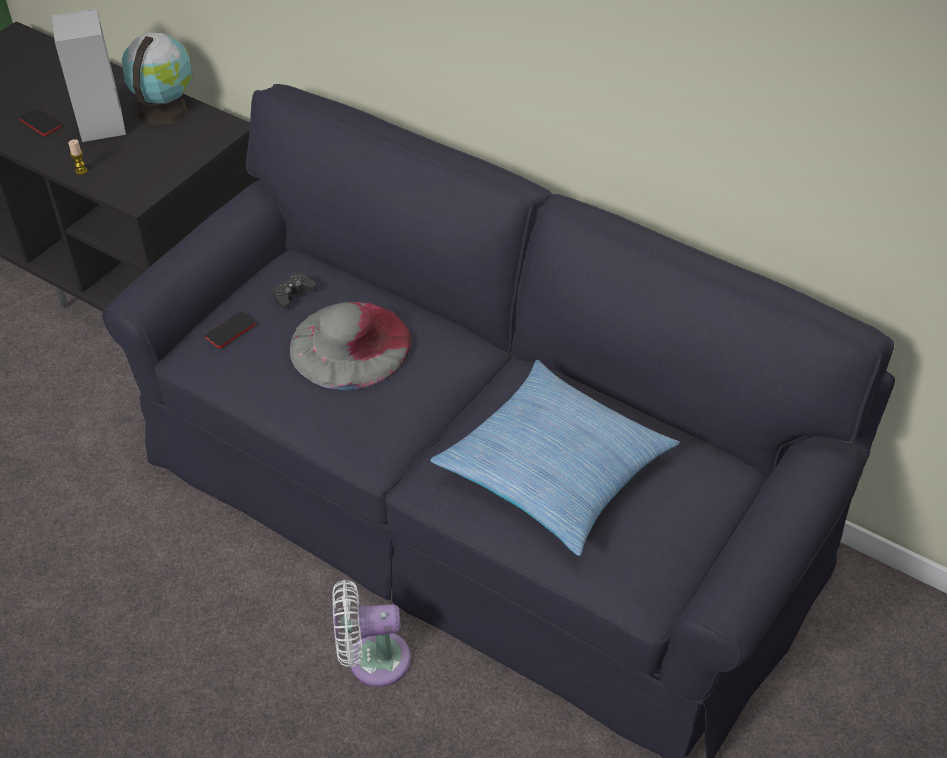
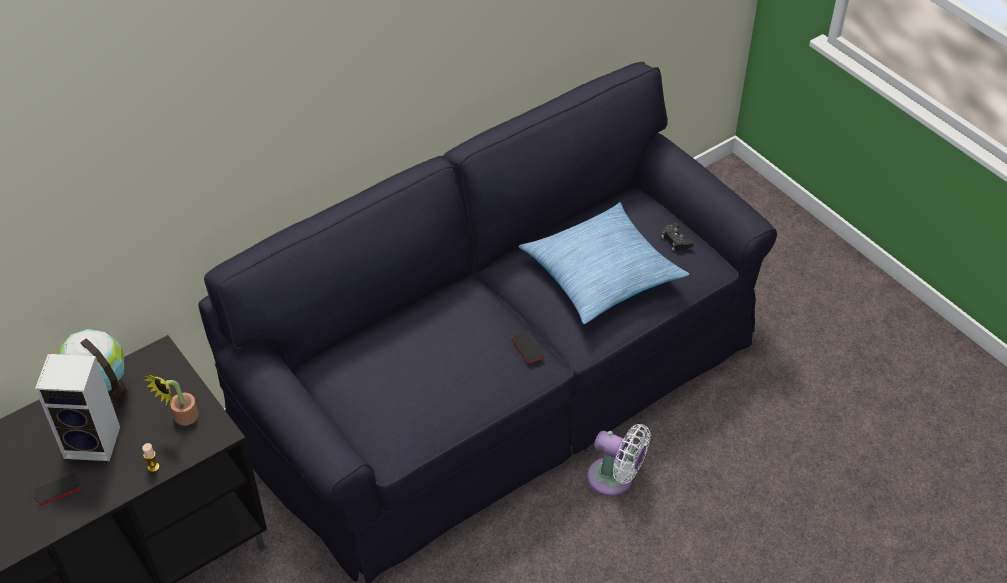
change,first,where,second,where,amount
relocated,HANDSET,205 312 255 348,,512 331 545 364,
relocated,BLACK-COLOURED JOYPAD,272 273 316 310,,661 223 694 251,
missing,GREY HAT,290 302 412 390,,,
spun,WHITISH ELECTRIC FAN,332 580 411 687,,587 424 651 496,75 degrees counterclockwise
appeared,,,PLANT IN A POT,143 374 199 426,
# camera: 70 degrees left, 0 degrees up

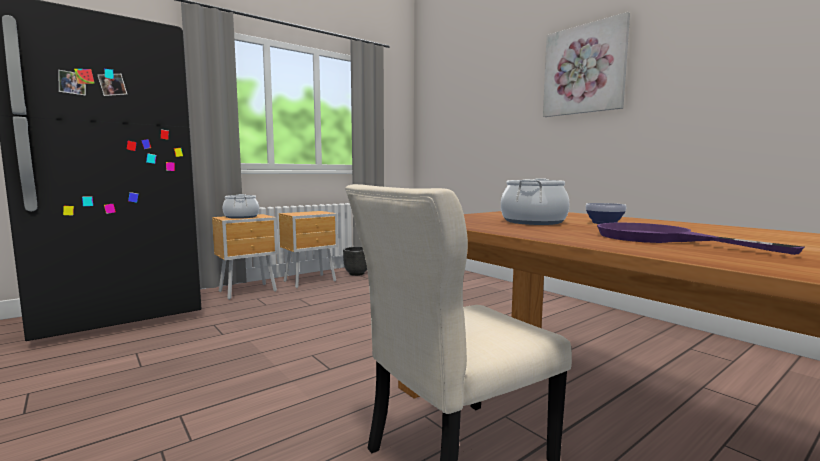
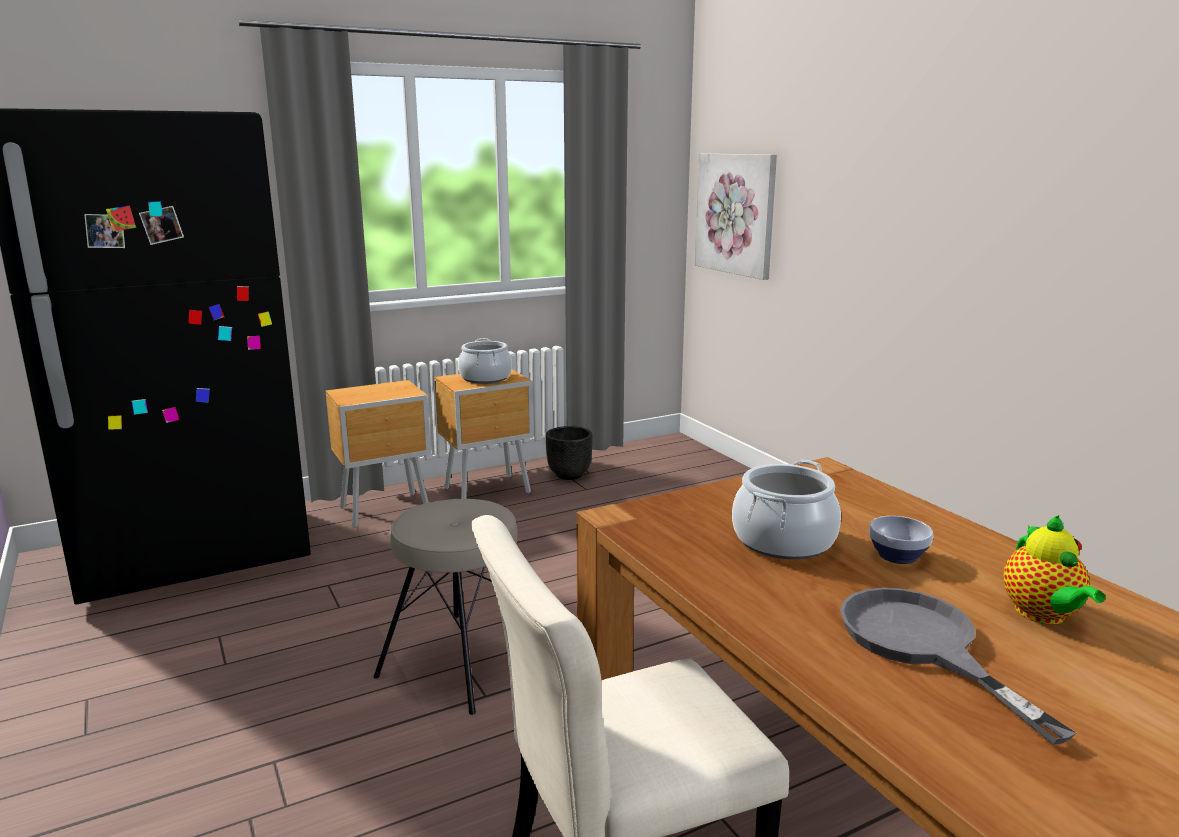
change,first,where,second,where,amount
relocated,SAUCEPOT,223 194 259 219,,458 338 512 384,
relocated,PICTURE,543 12 630 117,,695 153 777 280,
colour,PURPLE FRYING PAN,597 223 804 255,GREY FRYING PAN,840 588 1076 745,
appeared,,,BEIGE SITTING STOOL,373 499 517 715,
appeared,,,TEA POT,1003 515 1106 625,
# camera: 10 degrees right, 10 degrees up

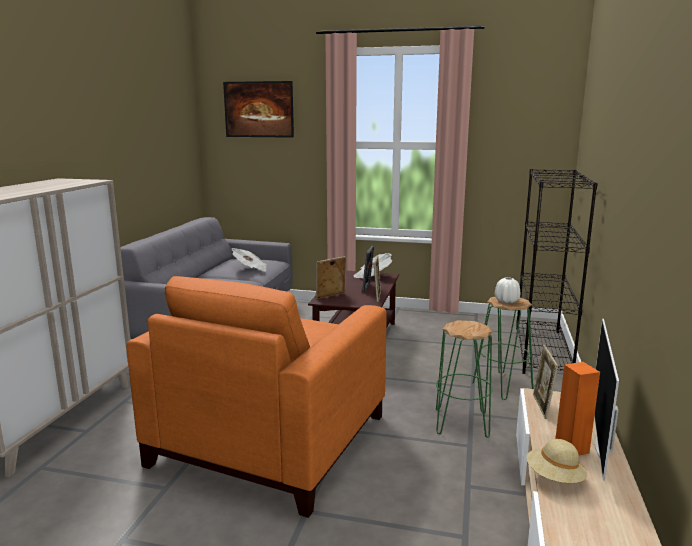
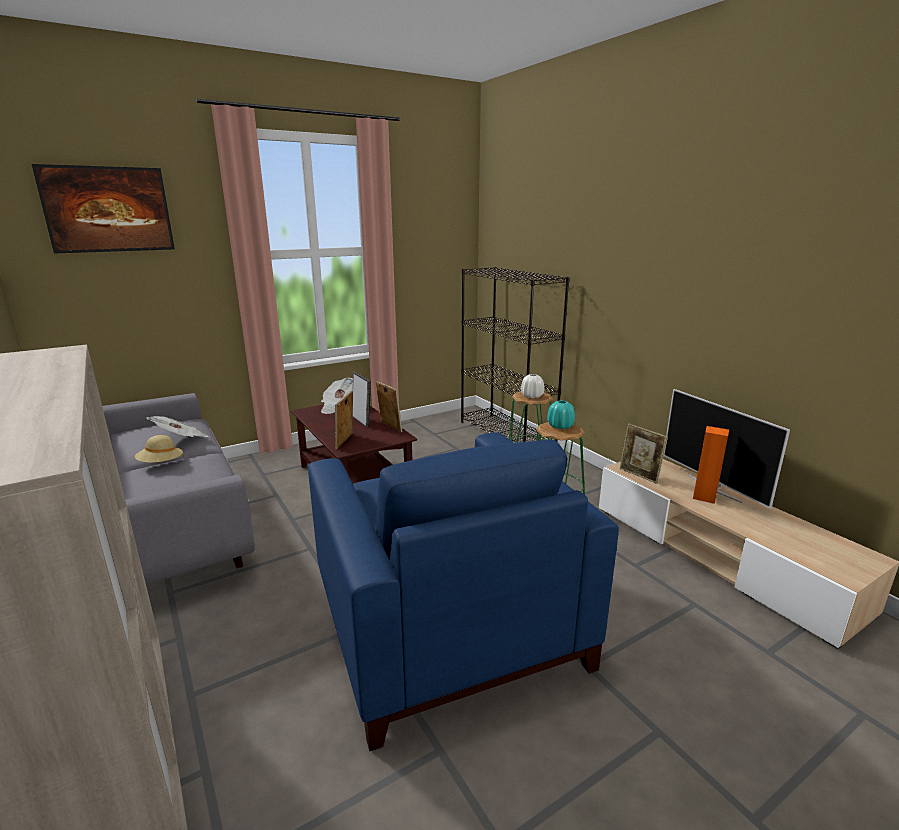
change,first,where,second,where,amount
colour,ORANGE EASY CHAIR,126 276 387 518,BLUE-COLOURED EASY CHAIR,308 432 619 751,
relocated,BEIGE HAT,526 439 587 483,,135 435 184 463,
appeared,,,BLUE-GREEN VASE,547 400 575 429,
# camera: 45 degrees left, 5 degrees up

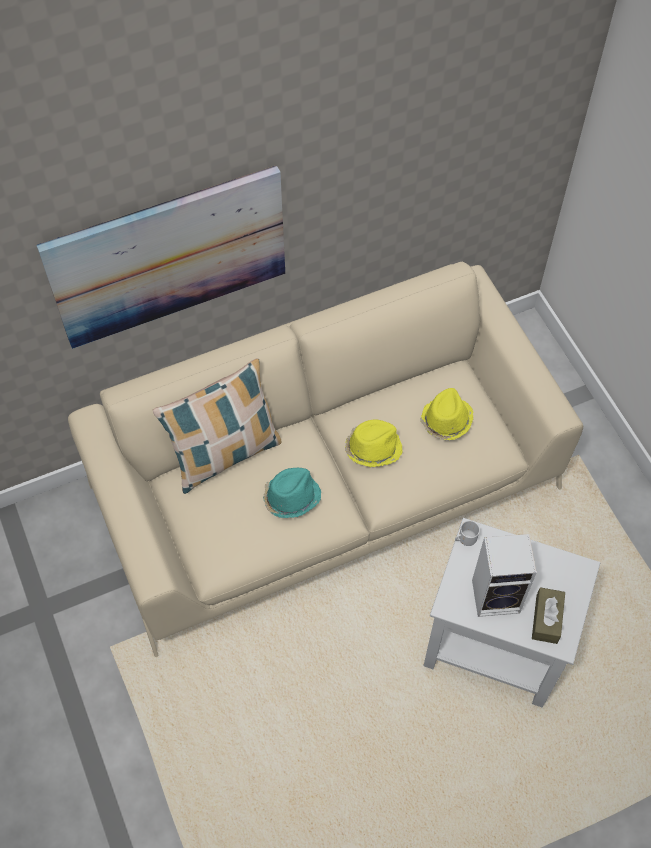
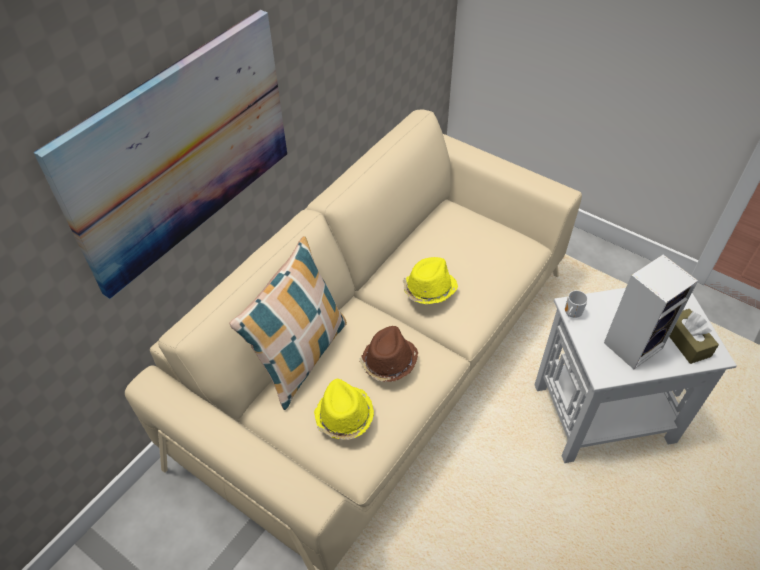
change,first,where,second,where,amount
colour,BLUE-GREEN HAT,263 468 321 518,BROWN HAT,359 326 418 382,
relocated,YELLOWISH HAT,420 388 473 440,,314 379 374 440,
# camera: 30 degrees left, 10 degrees down

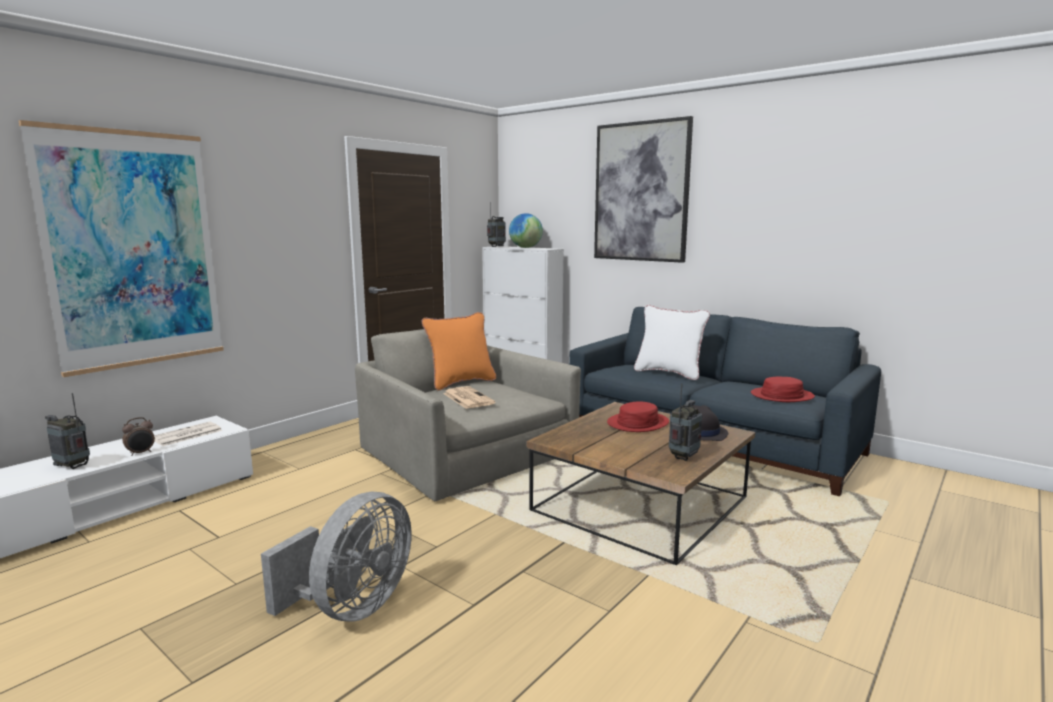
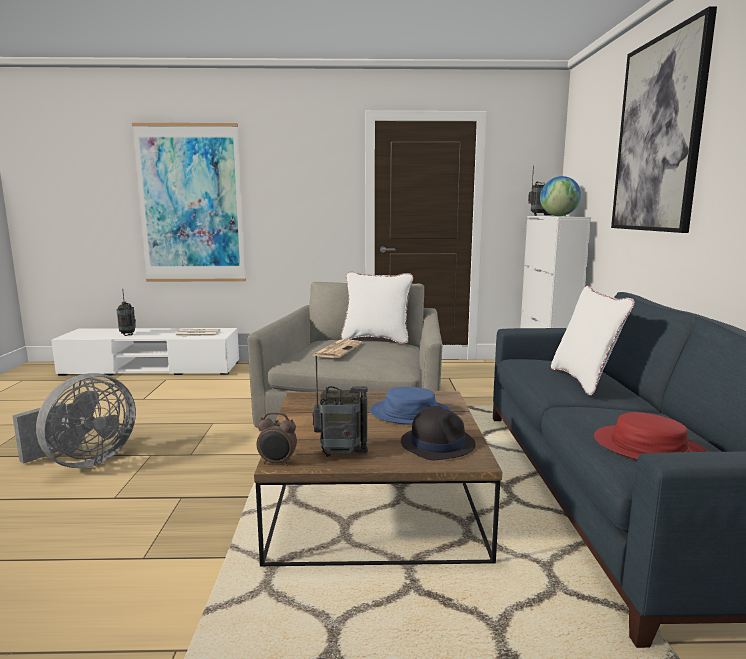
change,first,where,second,where,amount
relocated,TABLE CLOCK,122 417 155 456,,256 412 297 466,
spun,GREY ELECTRIC FAN,261 491 412 622,,12 373 136 468,45 degrees counterclockwise
colour,ORANGE CUSHION,421 312 496 391,WHITISH CUSHION,341 271 413 344,
colour,RED HAT,607 401 669 432,BLUE-COLOURED HAT,370 387 451 424,
# camera: 50 degrees right, 0 degrees up

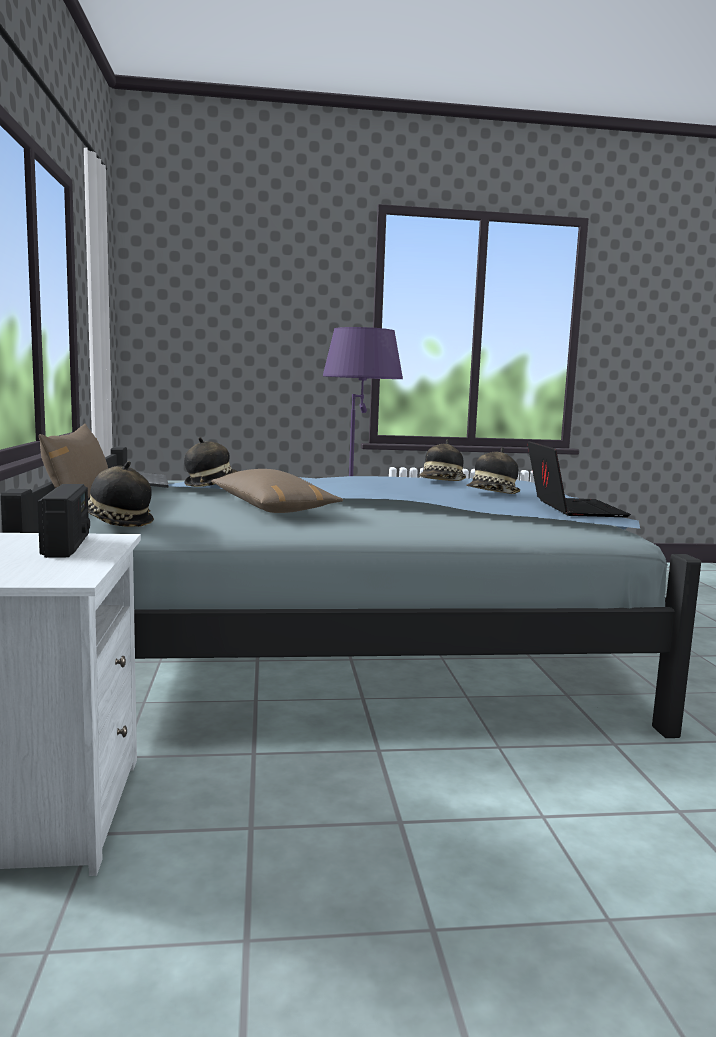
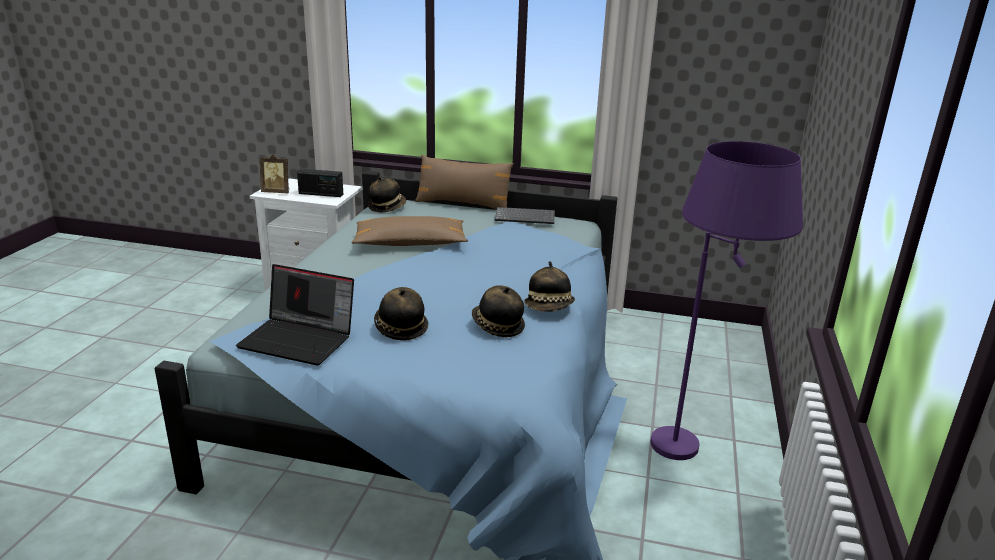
change,first,where,second,where,amount
relocated,HAT,184 437 238 487,,524 261 575 312,
appeared,,,STANDING FRAME,260 154 289 193,
# camera: 110 degrees right, 15 degrees up

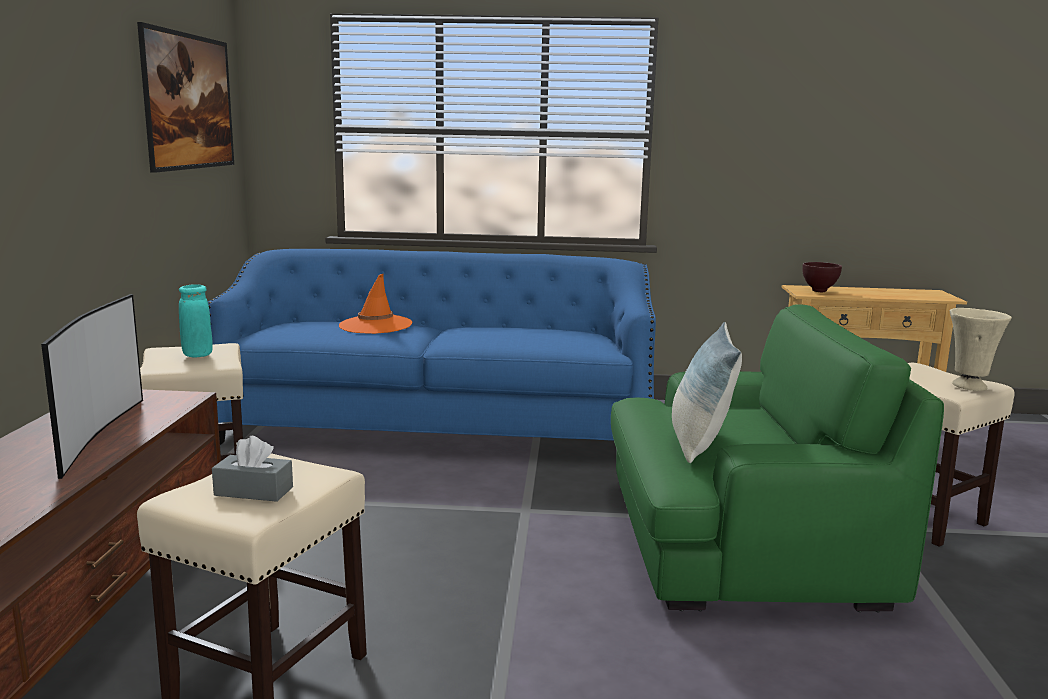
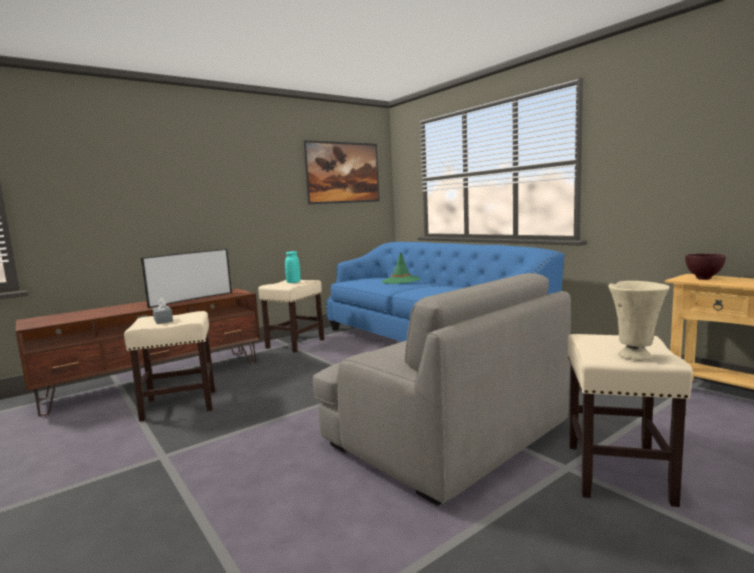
change,first,where,second,where,amount
colour,ORANGE HAT,339 273 413 334,GREENISH HAT,382 253 420 284,
colour,GREENISH EASY CHAIR,611 305 944 612,GREY EASY CHAIR,313 273 571 506,
missing,CUSHION,672 322 742 463,,,
# camera: 50 degrees right, 5 degrees down

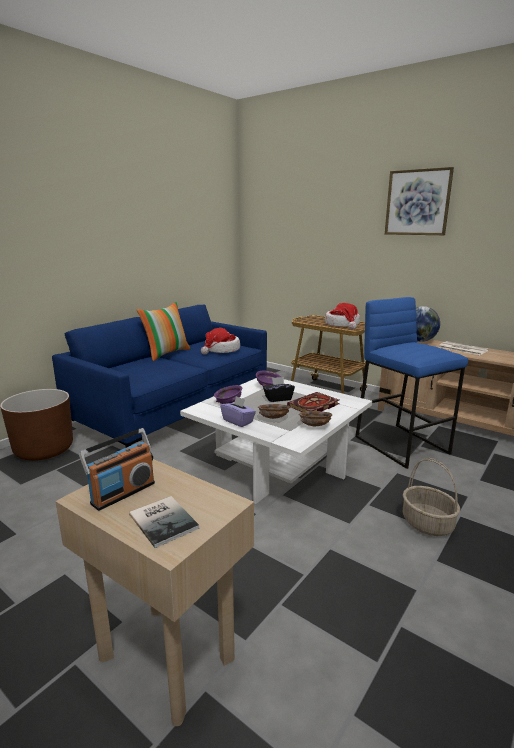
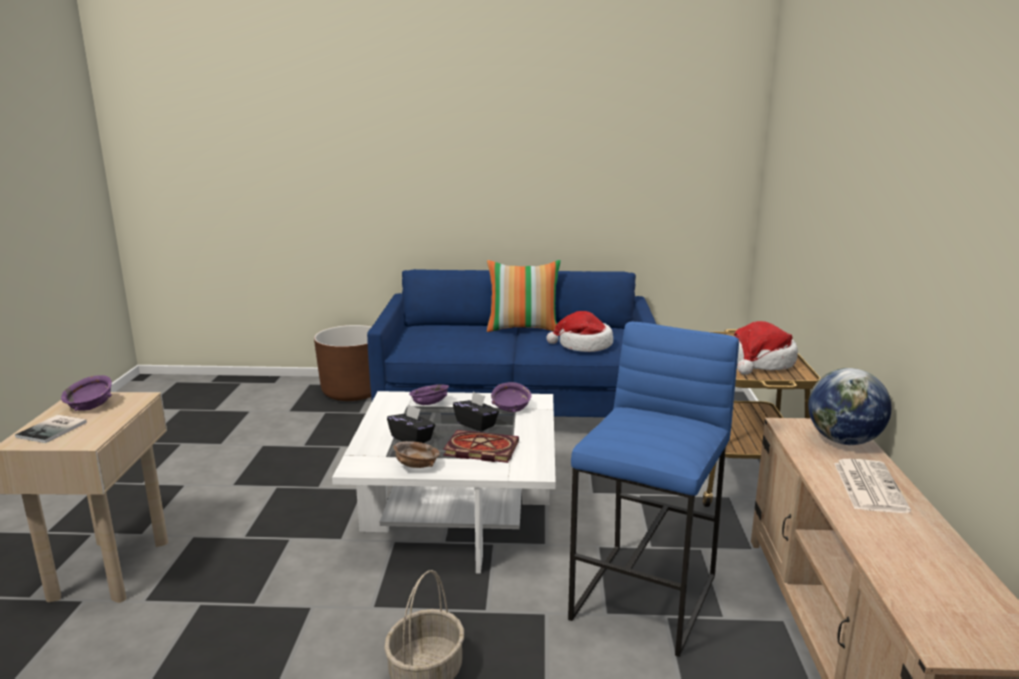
change,first,where,second,where,amount
exchanged,RADIO RECEIVER,79 428 155 511,PURPLE DEEP DISH,61 375 112 411,
missing,PURPLE TISSUE HOLDER,220 396 256 427,,,
exchanged,BROWN DEEP DISH,258 404 290 419,BLACK-COLOURED TISSUE HOLDER,387 404 435 443,
missing,PICTURE,385 167 454 235,,,
# camera: 55 degrees right, 0 degrees up

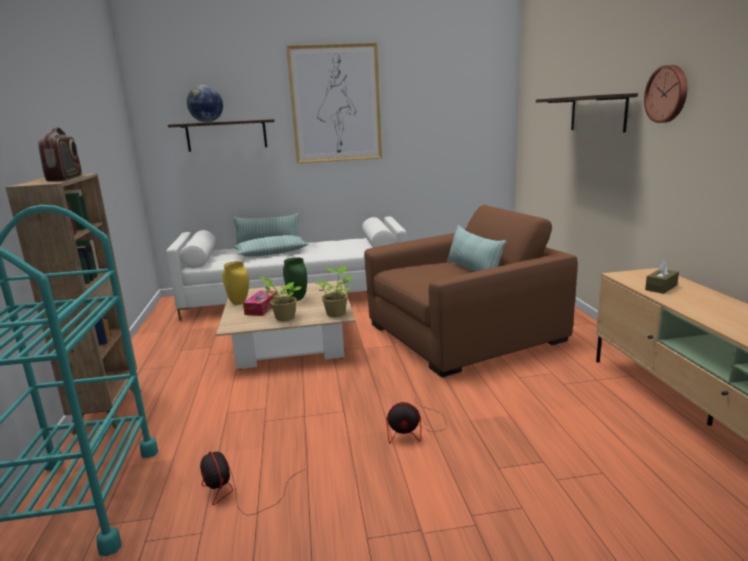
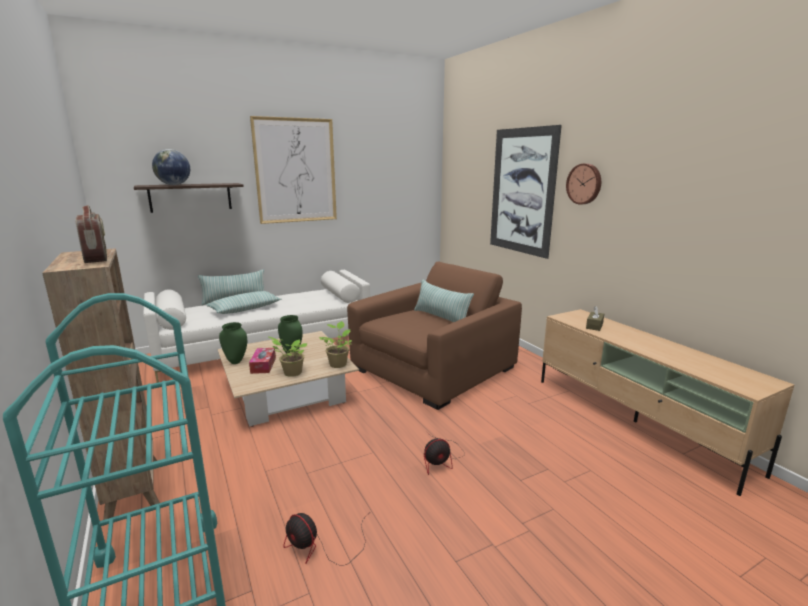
change,first,where,second,where,amount
colour,YELLOWISH VASE,222 261 249 305,GREENISH VASE,219 322 247 364,
exchanged,BRACKET SHELF,536 93 638 133,PICTURE,490 125 562 259,
# camera: 20 degrees left, 0 degrees up

